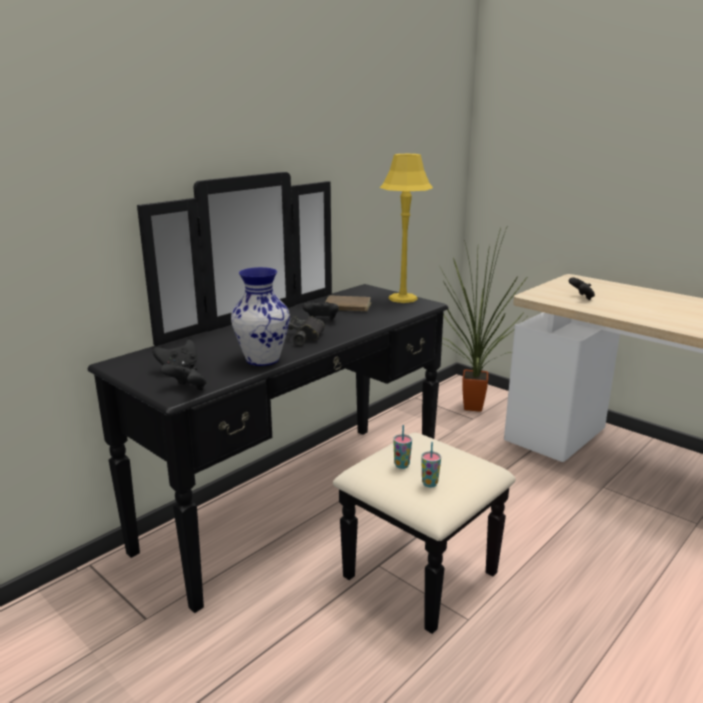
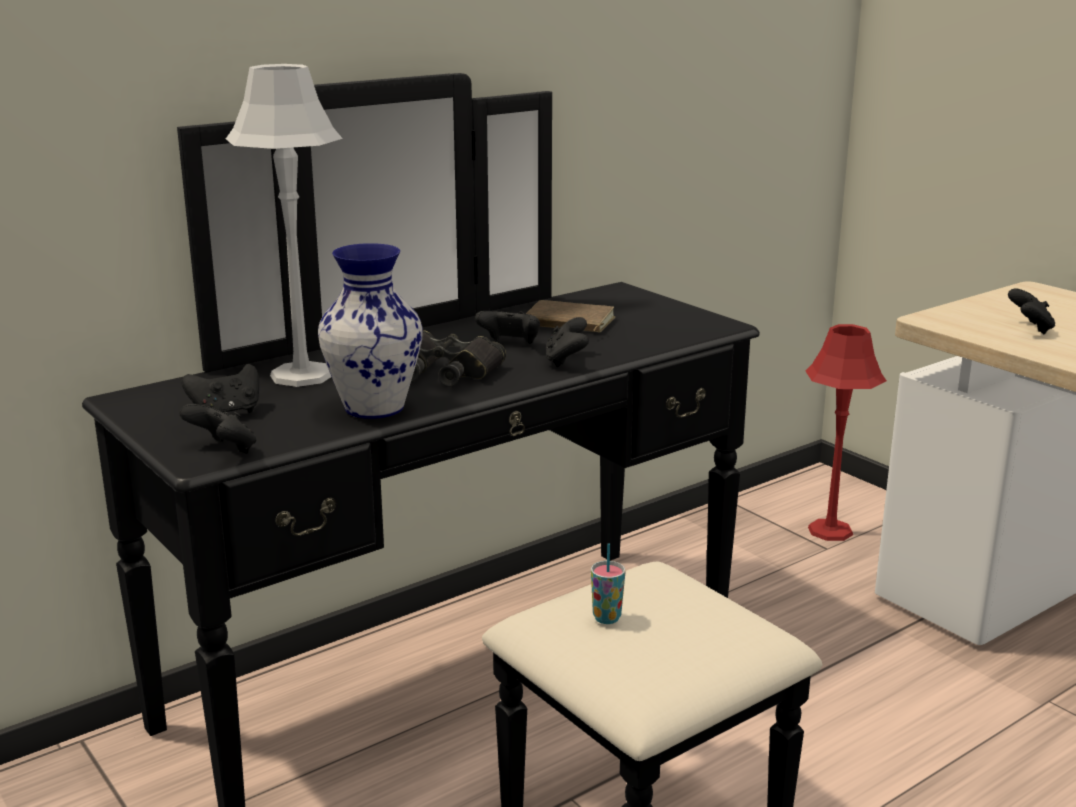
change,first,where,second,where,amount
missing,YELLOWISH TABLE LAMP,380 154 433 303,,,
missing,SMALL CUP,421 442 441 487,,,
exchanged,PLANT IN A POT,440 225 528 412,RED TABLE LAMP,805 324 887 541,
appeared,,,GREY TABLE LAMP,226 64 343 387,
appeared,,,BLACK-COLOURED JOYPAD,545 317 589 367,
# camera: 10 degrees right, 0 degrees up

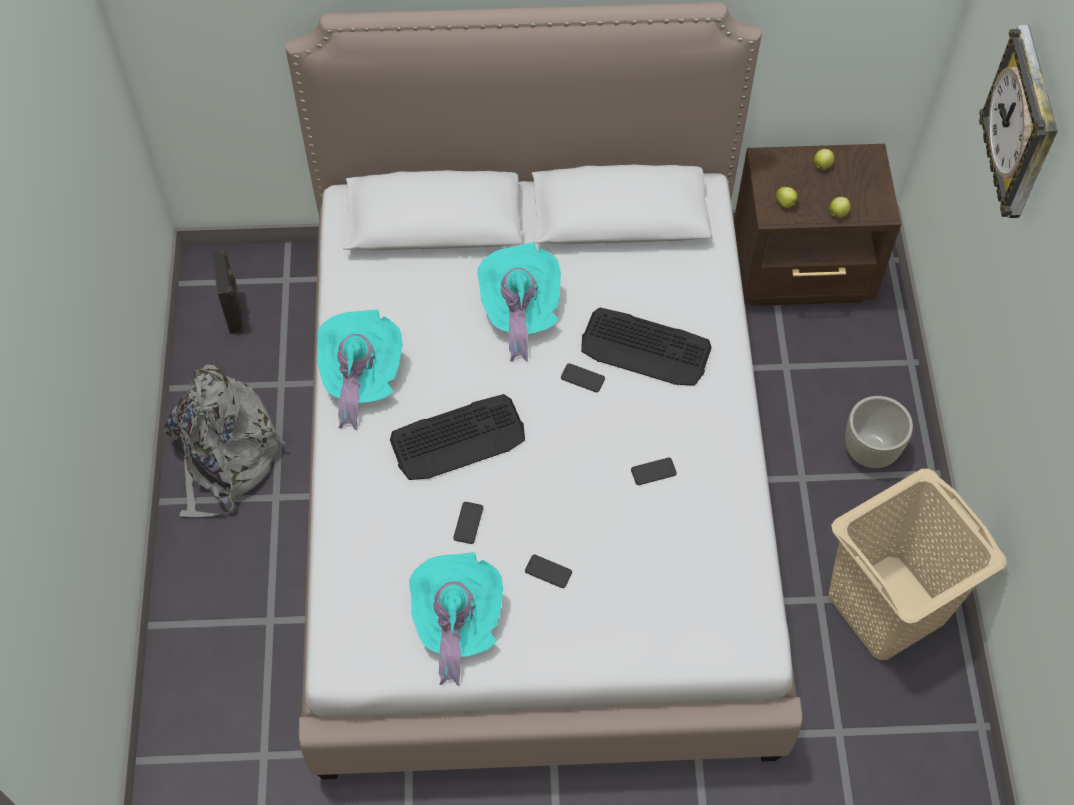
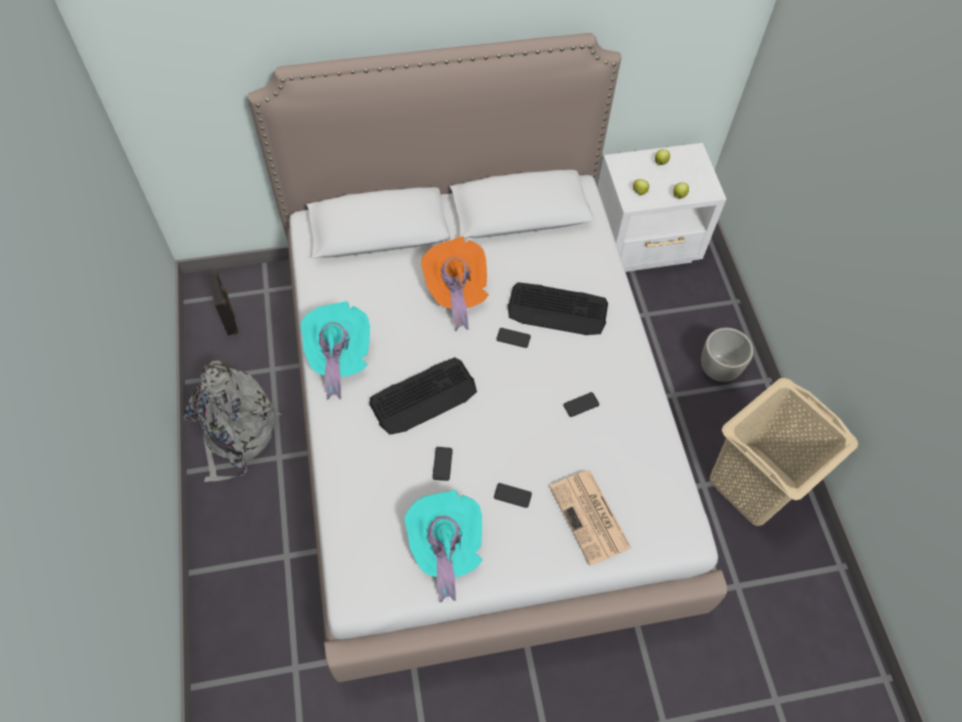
change,first,where,second,where,amount
colour,BLUE-GREEN HAT,477 242 561 361,ORANGE HAT,421 236 489 331,
colour,BROWN NIGHT TABLE,734 144 901 306,WHITISH NIGHT TABLE,597 143 726 272,
missing,HANGING CLOCK,979 25 1058 218,,,
appeared,,,NEWSPAPER,549 471 631 566,
# camera: 10 degrees left, 0 degrees up

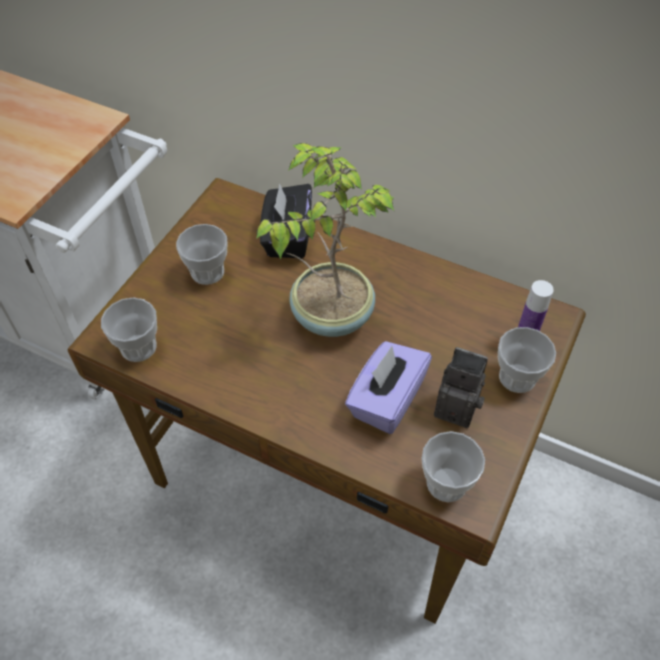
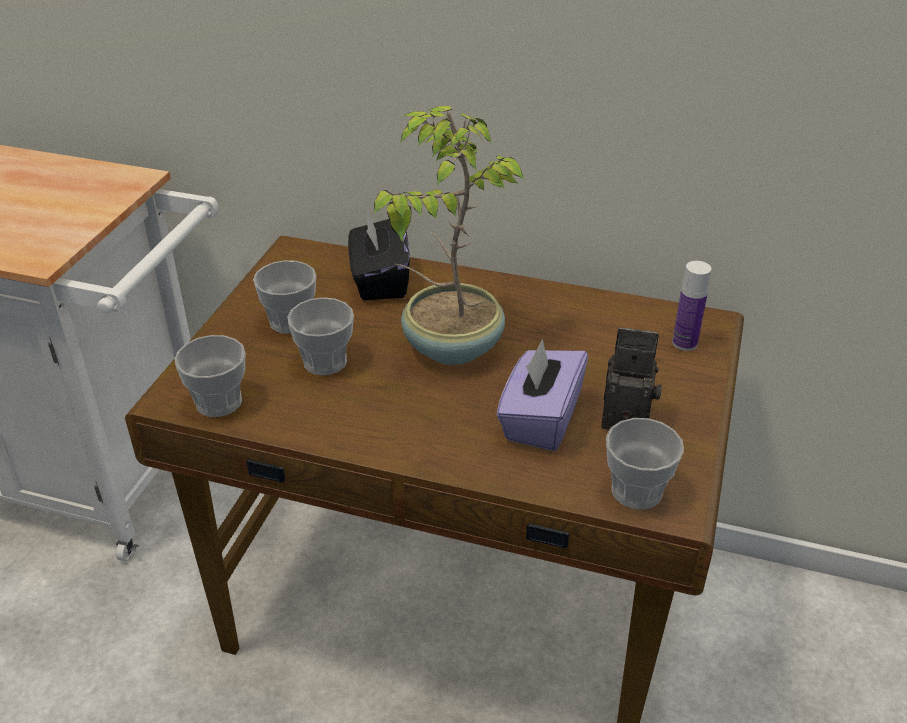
change,first,where,second,where,amount
relocated,SMALL CUP,498 327 556 393,,287 297 354 375,
# camera: 10 degrees left, 15 degrees down

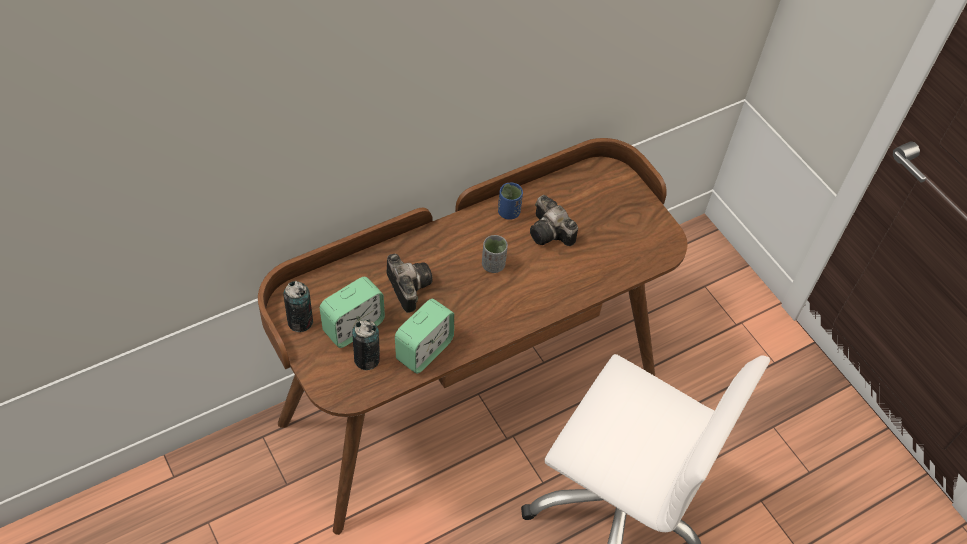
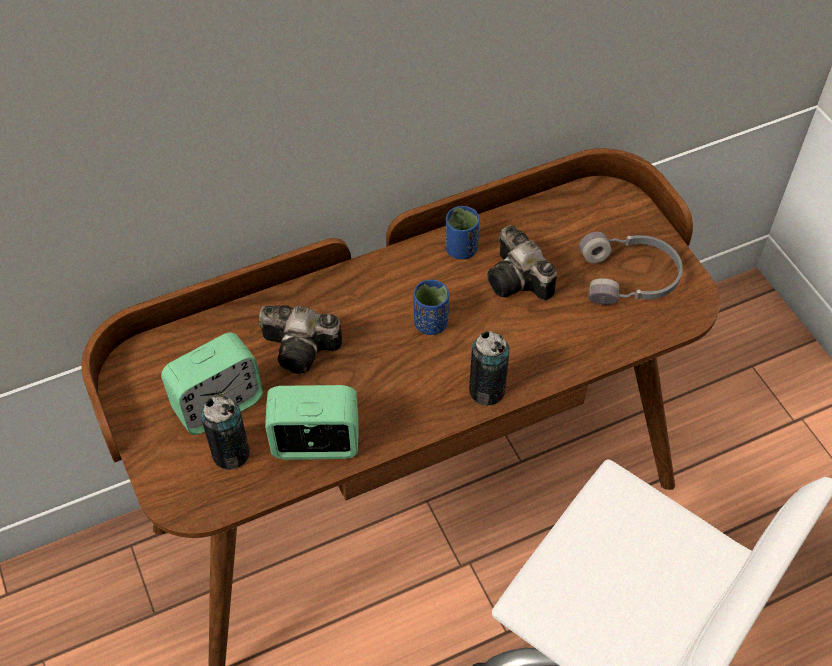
change,first,where,second,where,amount
relocated,METAL CAN,283 281 313 332,,469 331 510 406,
spun,PHOTO CAMERA,387 254 433 313,,259 305 342 374,120 degrees clockwise
spun,TABLE CLOCK,395 299 454 374,,265 385 359 460,135 degrees counterclockwise
colour,GREY SMALL CUP,482 235 508 273,BLUE-COLOURED SMALL CUP,414 280 449 335,
appeared,,,GREY HEADPHONES,579 232 683 305,
# camera: 10 degrees right, 0 degrees up

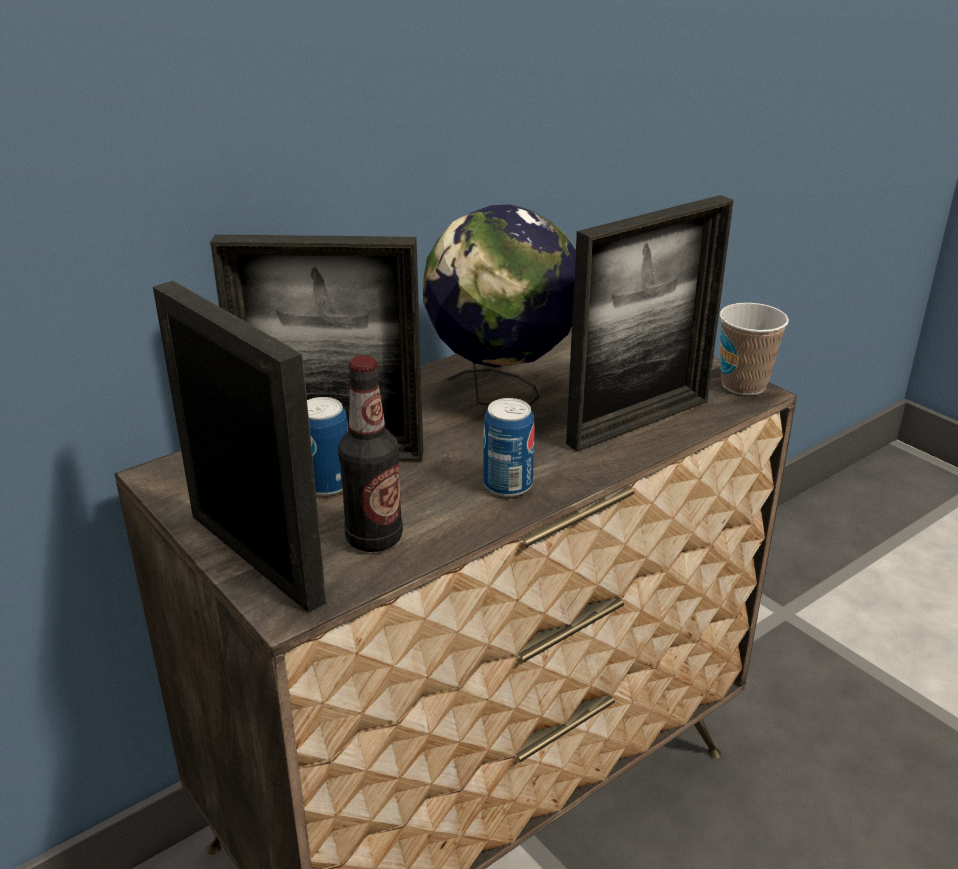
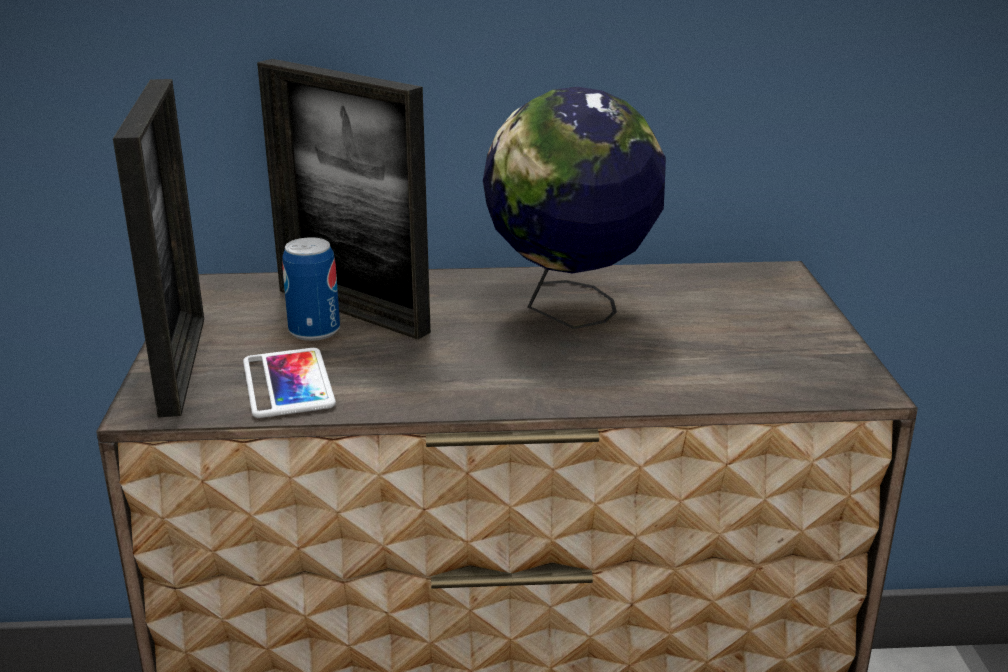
change,first,where,second,where,amount
exchanged,DRINK BOTTLE,338 355 403 552,HANDSET,243 348 336 418,
missing,METAL CAN,483 398 535 497,,,
missing,STANDING FRAME,566 195 734 452,,,
missing,SMALL CUP,720 303 789 395,,,
# camera: 35 degrees right, 5 degrees down

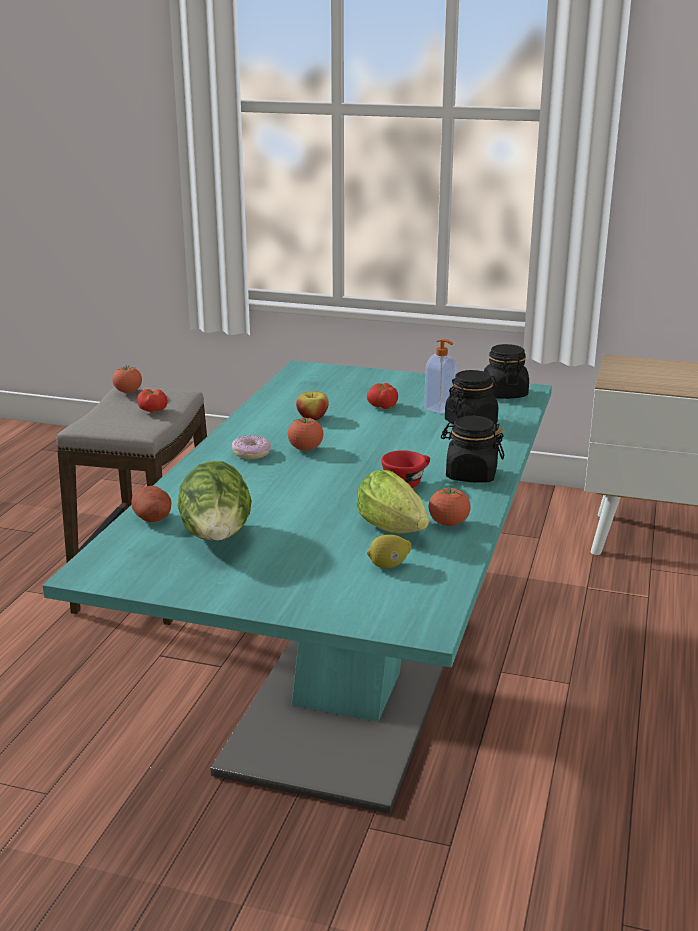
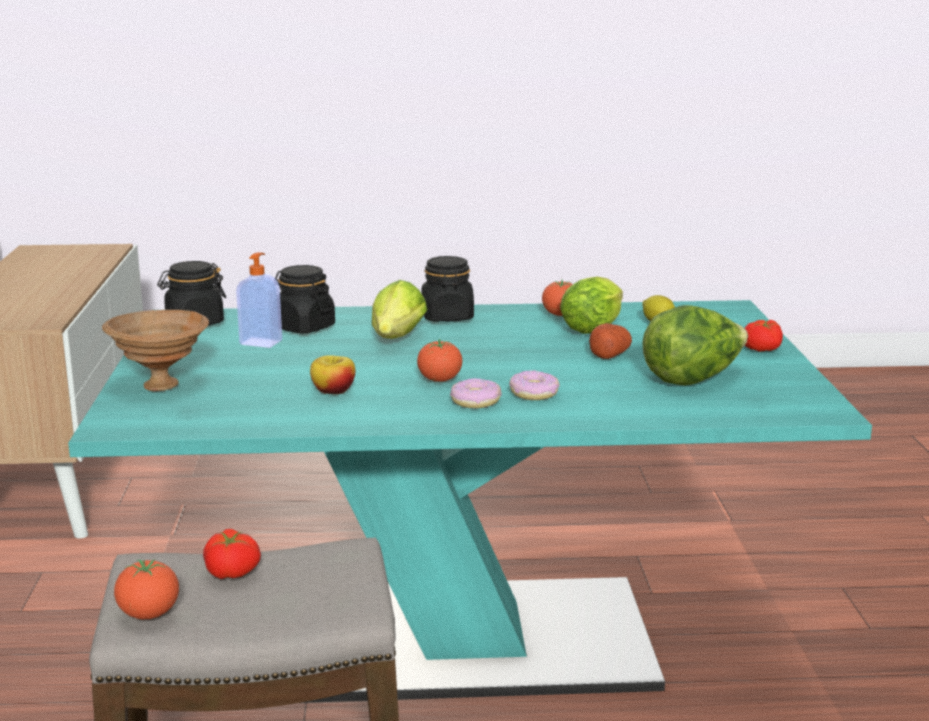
change,first,where,second,where,amount
relocated,POTATO,131 486 172 522,,589 323 632 359,
relocated,WHOLE TOMATO,367 383 398 409,,745 320 783 352,
missing,RED SMALL CUP,381 450 430 488,,,
appeared,,,BROWN DEEP DISH,102 310 209 391,
appeared,,,HEAD OF LETTUCE,372 280 427 339,
appeared,,,DOUGHNUT,509 370 560 400,
# camera: 110 degrees left, 5 degrees down

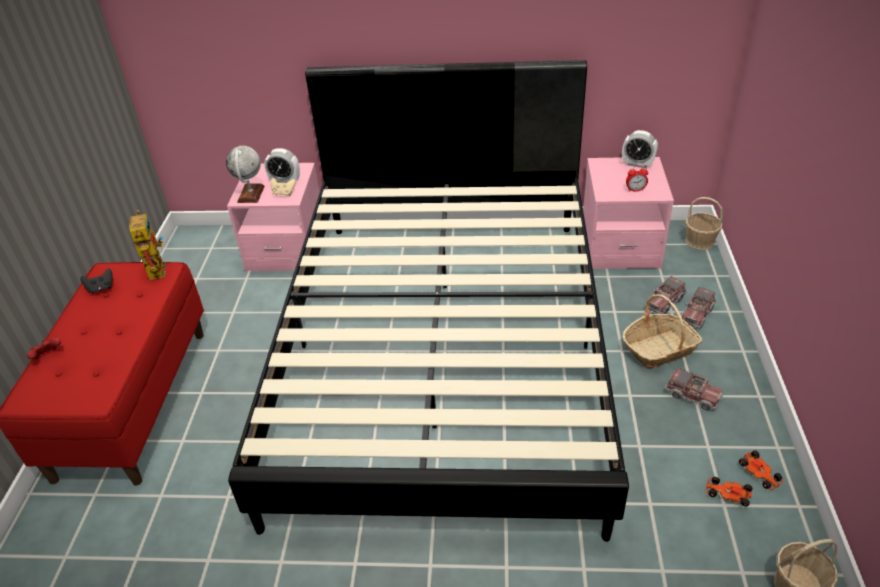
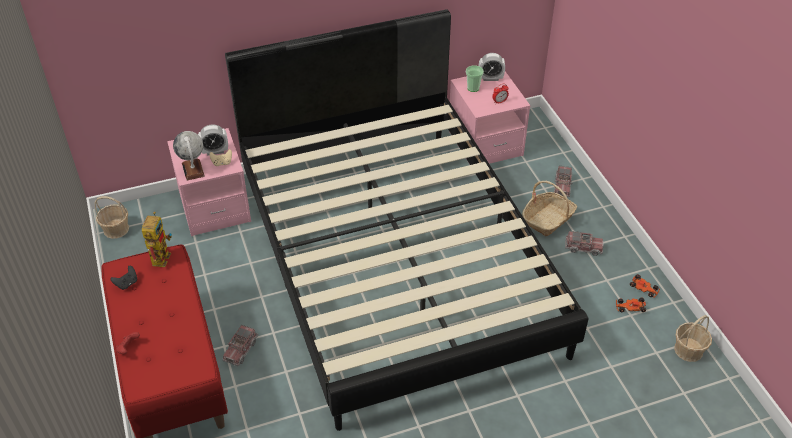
change,first,where,second,where,amount
spun,ROBOT FIGURE,129 210 166 280,,142 211 172 267,45 degrees clockwise
relocated,TOY TRUCK,645 276 687 314,,222 325 258 366,
relocated,STORAGE BASKET,685 197 724 250,,94 196 129 239,
appeared,,,SMALL CUP,466 65 484 92,
# camera: 25 degrees left, 5 degrees up

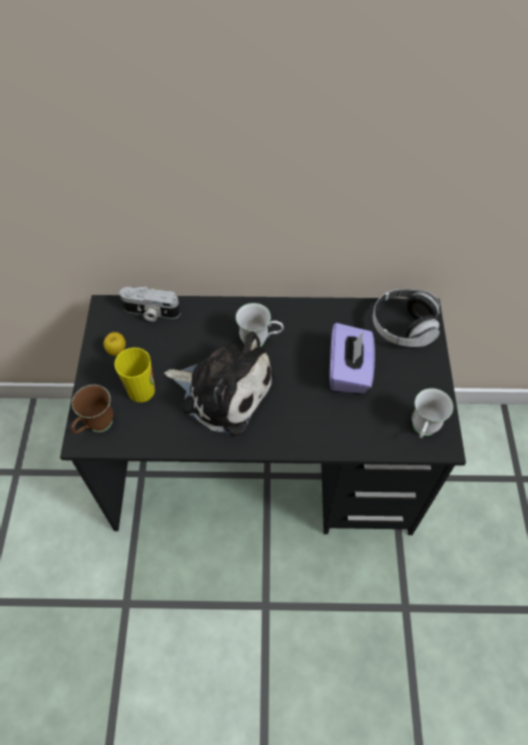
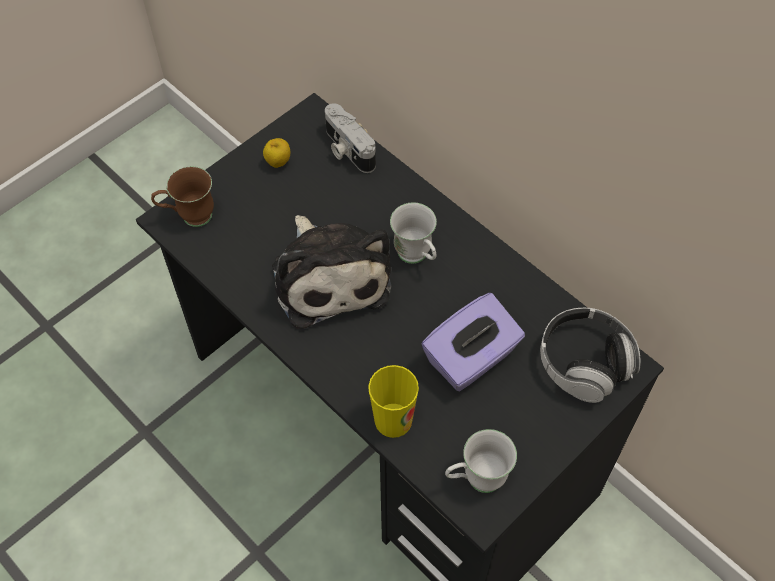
change,first,where,second,where,amount
relocated,SMALL CUP,114 347 155 402,,368 365 419 438,
# camera: 45 degrees right, 0 degrees up

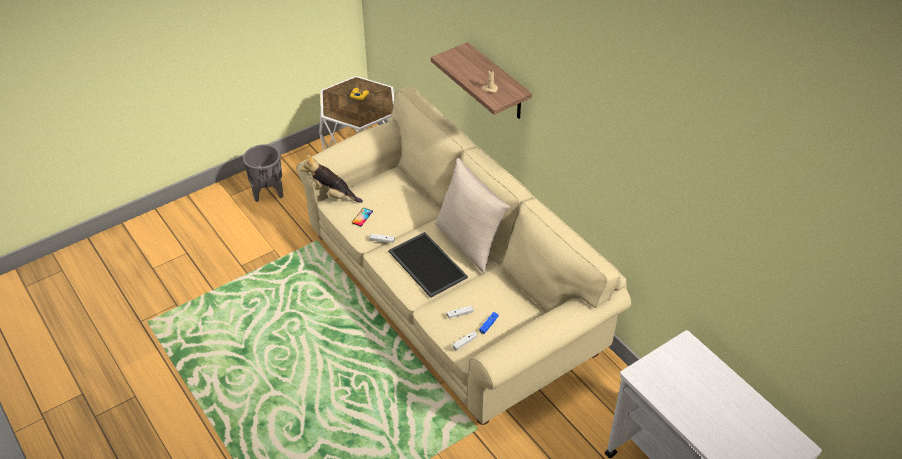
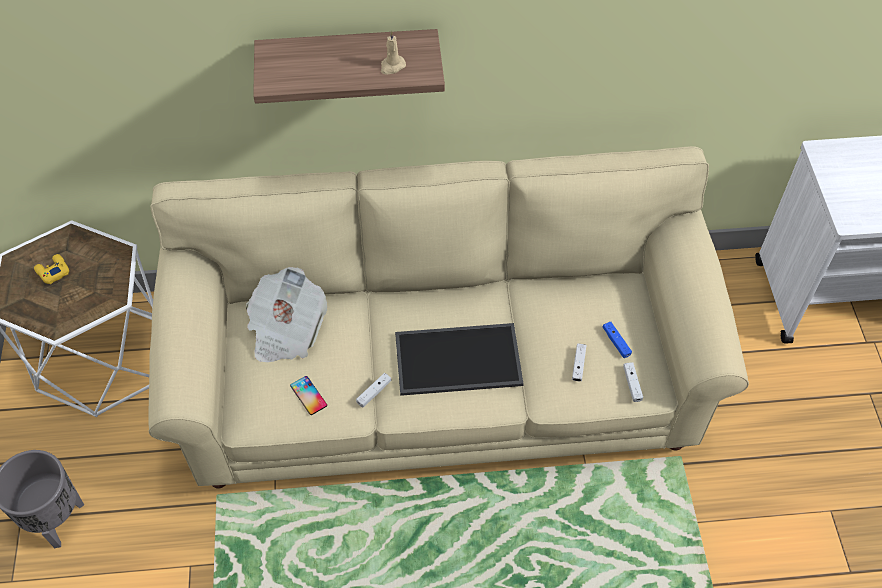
change,first,where,second,where,amount
missing,PLUSH TOY,300 154 363 203,,,
missing,BEIGE CUSHION,435 158 510 274,,,
appeared,,,NEWSPAPER,246 267 327 362,
# camera: 60 degrees left, 10 degrees up

